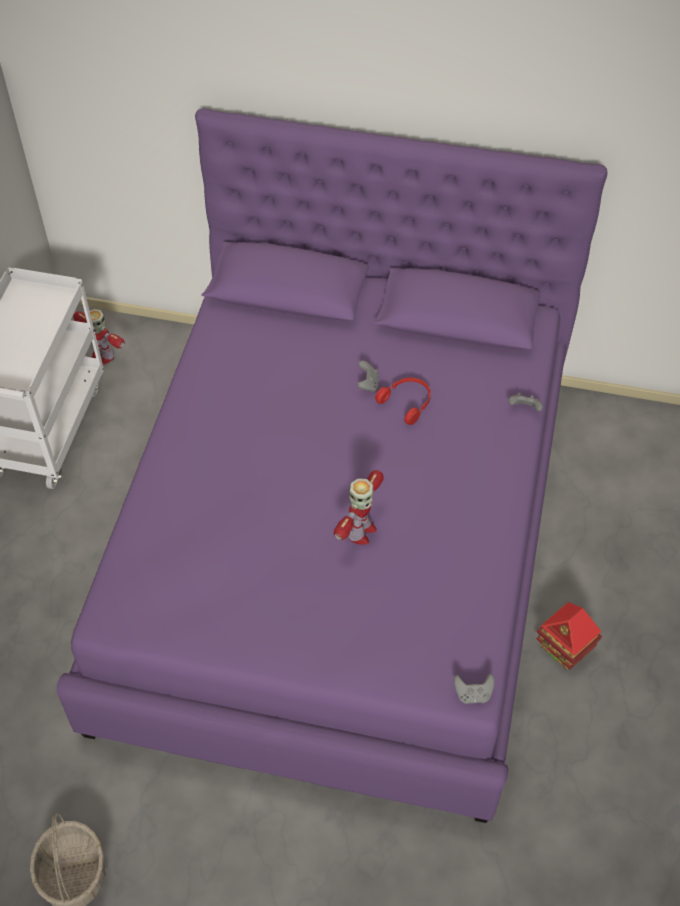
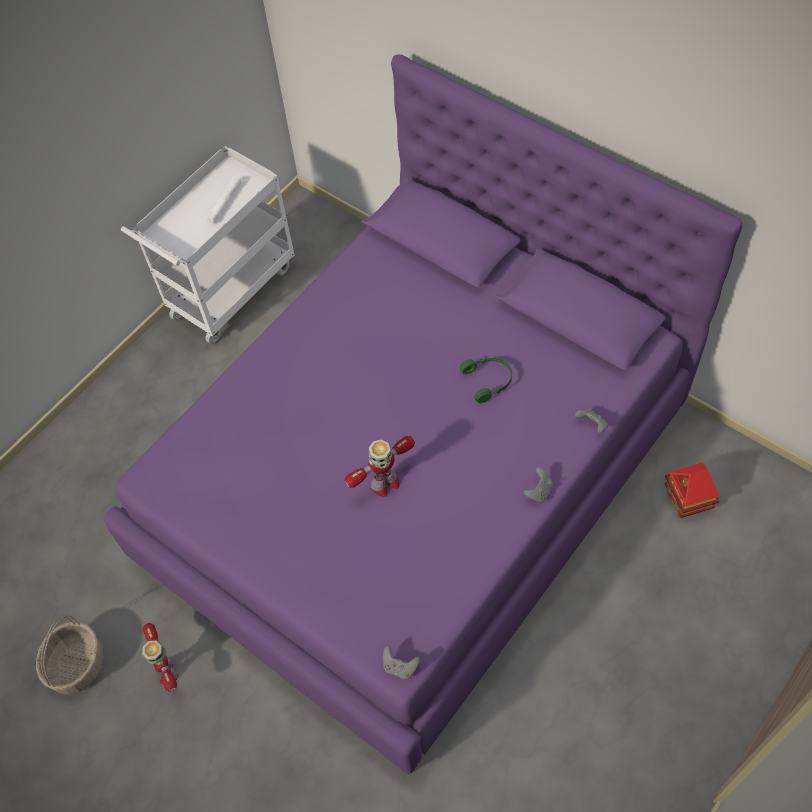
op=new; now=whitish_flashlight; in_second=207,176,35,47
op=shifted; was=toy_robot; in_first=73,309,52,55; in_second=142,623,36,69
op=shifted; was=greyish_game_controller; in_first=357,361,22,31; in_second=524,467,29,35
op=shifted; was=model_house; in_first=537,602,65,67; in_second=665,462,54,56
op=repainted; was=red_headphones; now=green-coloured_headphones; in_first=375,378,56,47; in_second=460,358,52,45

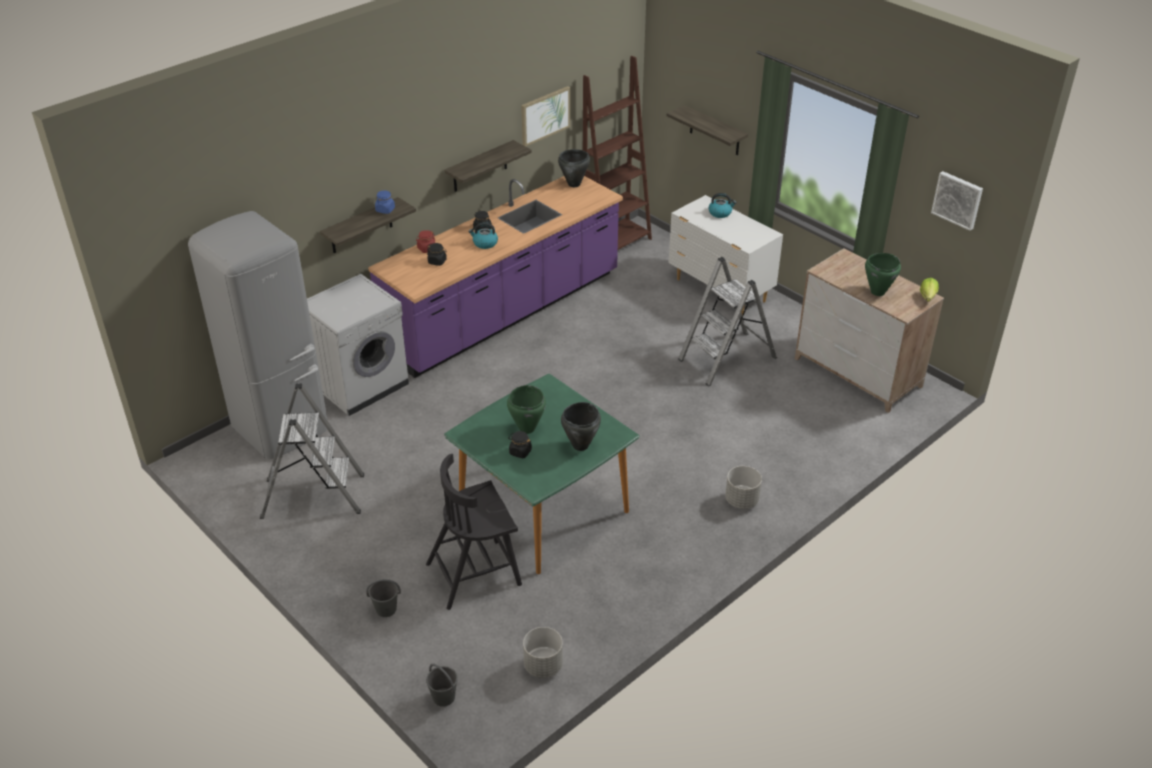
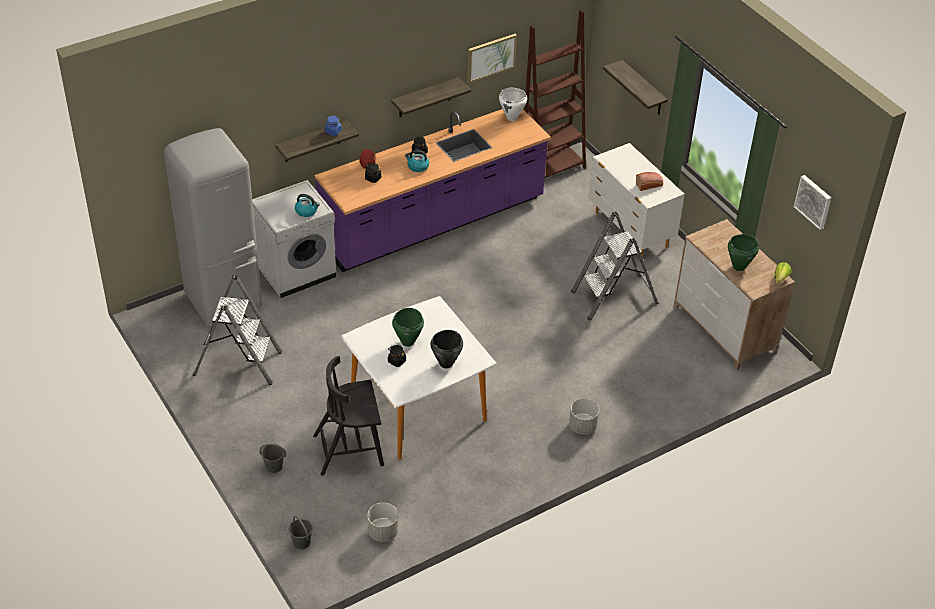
op=new; now=baked_bread; in_second=636,172,27,19
op=shifted; was=kettle; in_first=708,193,29,25; in_second=295,194,25,23
op=repainted; was=green-coloured_dinner_table; now=whitish_dinner_table; in_first=444,374,196,200; in_second=341,296,155,164
op=repainted; was=black_cooking_pot; now=whitish_cooking_pot; in_first=558,149,32,38; in_second=499,87,28,34

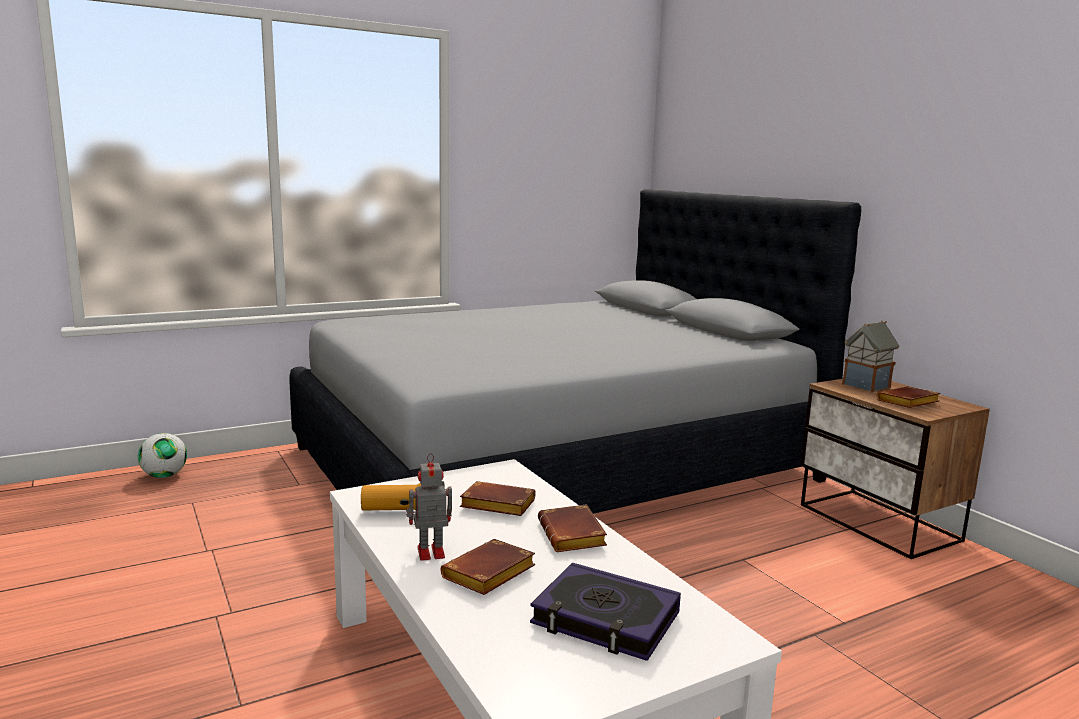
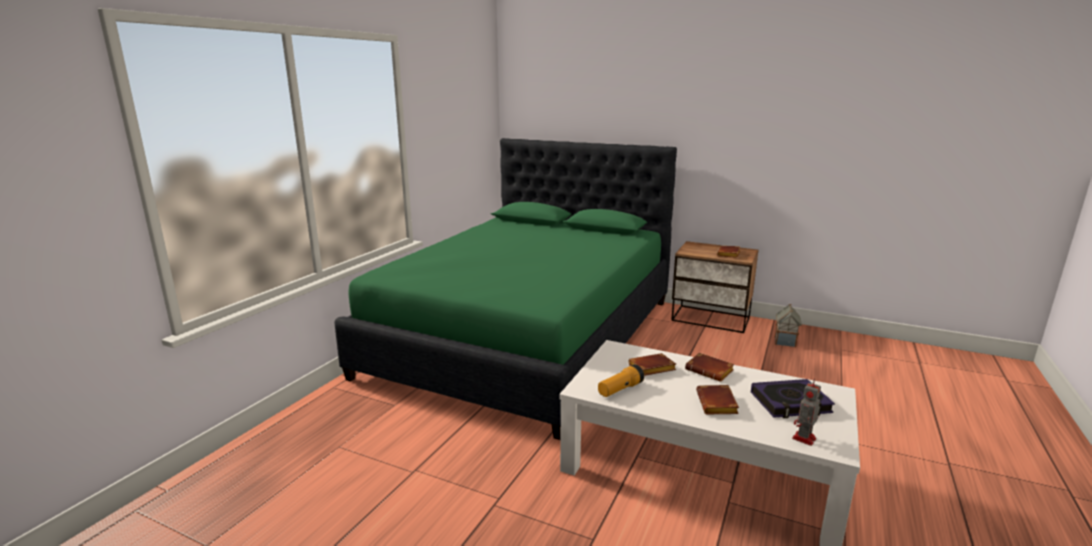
op=gone; was=football; in_first=138,433,49,45
op=shifted; was=toy_robot; in_first=406,453,46,108; in_second=792,378,29,68
op=shifted; was=model_house; in_first=842,321,57,71; in_second=775,304,27,43
op=repainted; was=greyish_sleeping_bed; now=green-coloured_sleeping_bed; in_first=289,189,572,325; in_second=334,138,343,302

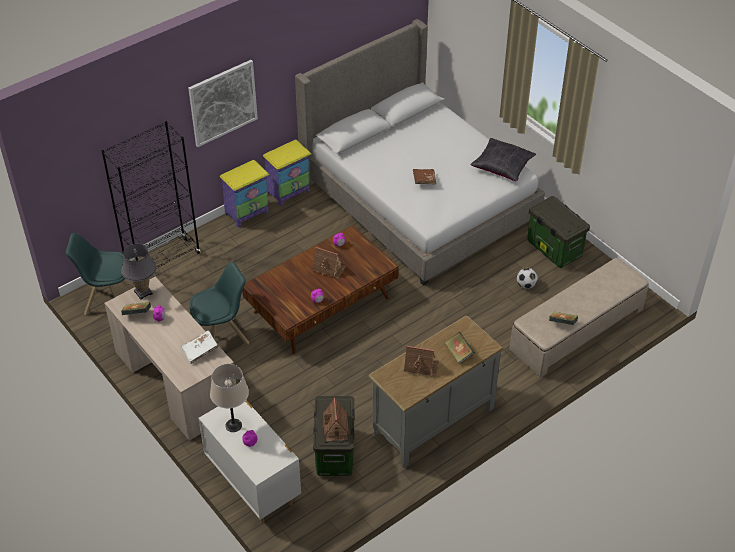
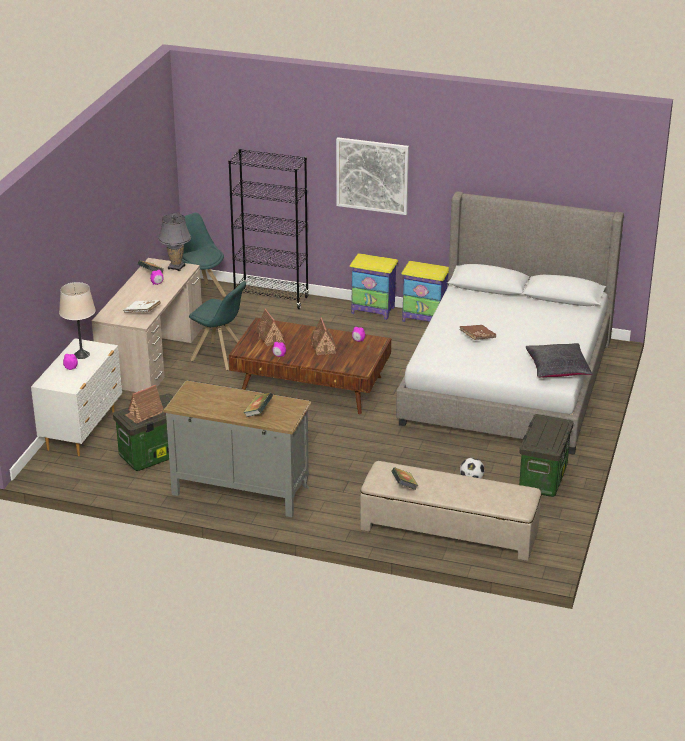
op=shifted; was=model_house; in_first=404,346,35,31; in_second=255,309,30,37

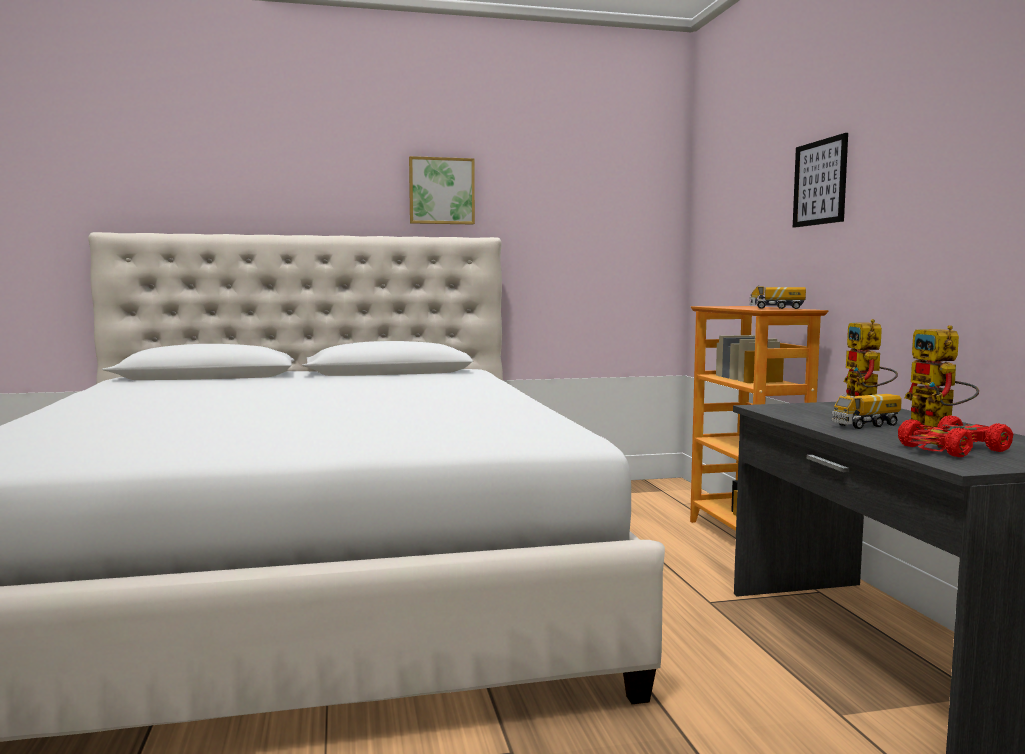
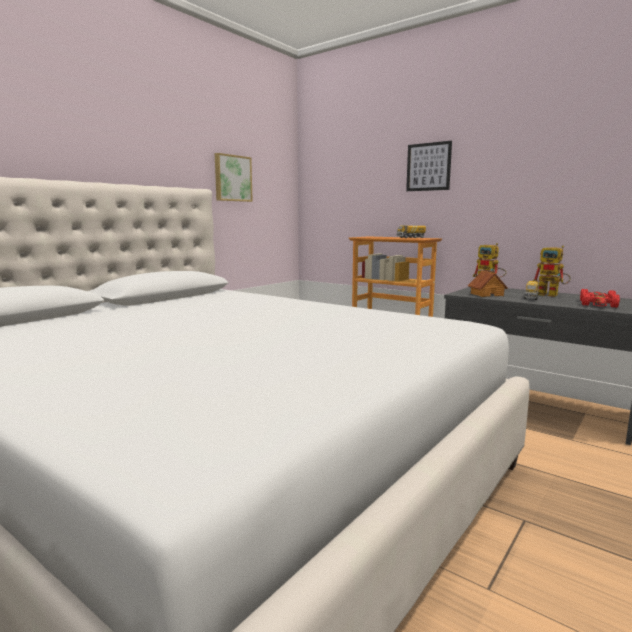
op=new; now=model_house; in_second=468,271,39,26
op=shifted; was=picture; in_first=409,156,66,68; in_second=215,153,38,49

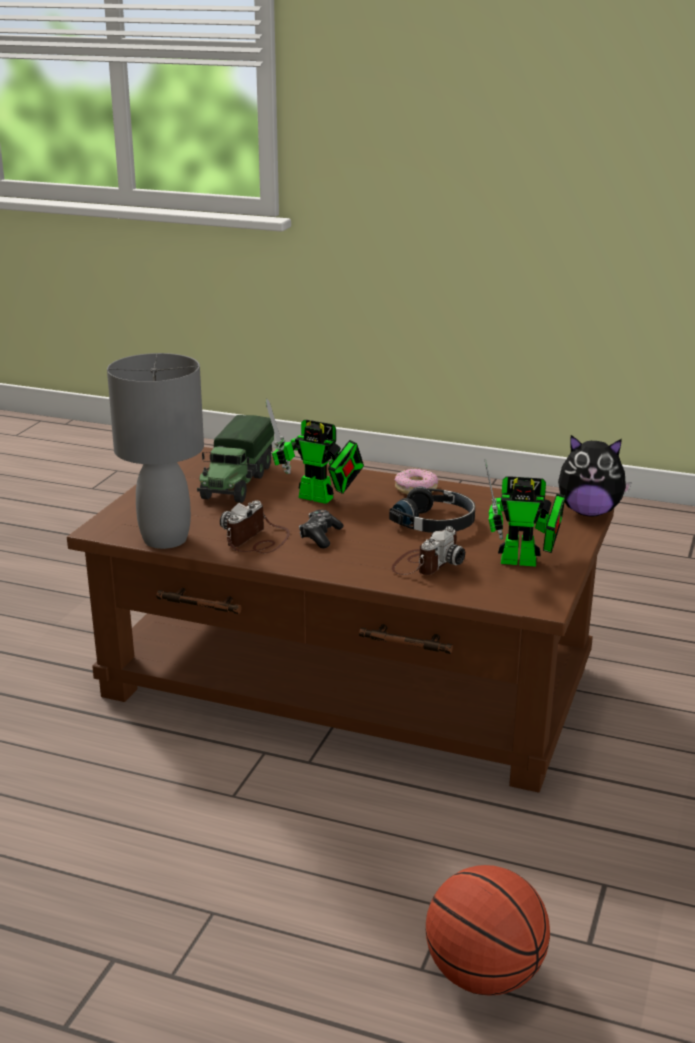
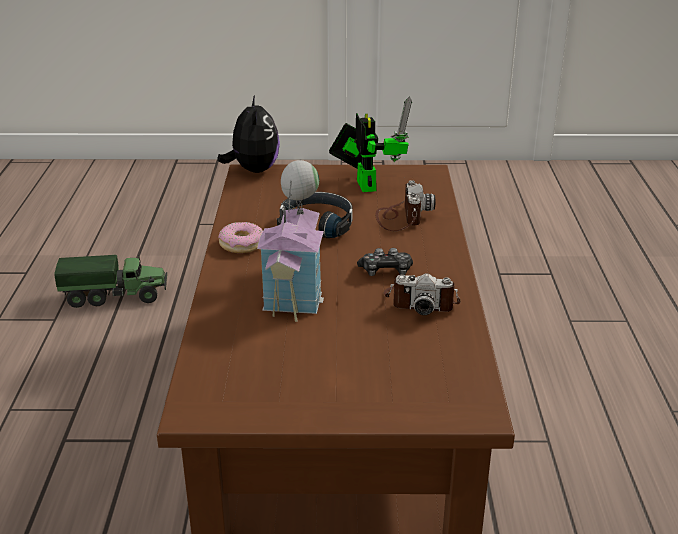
op=gone; was=greyish_table_lamp; in_first=107,353,97,196
op=gone; was=ball_for_basketball; in_first=426,865,124,131
op=shifted; was=toy_truck; in_first=197,415,77,88; in_second=54,255,113,53
op=swapped; was=toy_robot; now=model_house; in_first=266,399,98,105; in_second=257,160,67,162
op=rotated; was=photo_camera; in_first=392,526,73,49; in_second=375,180,60,51; clockwise=75

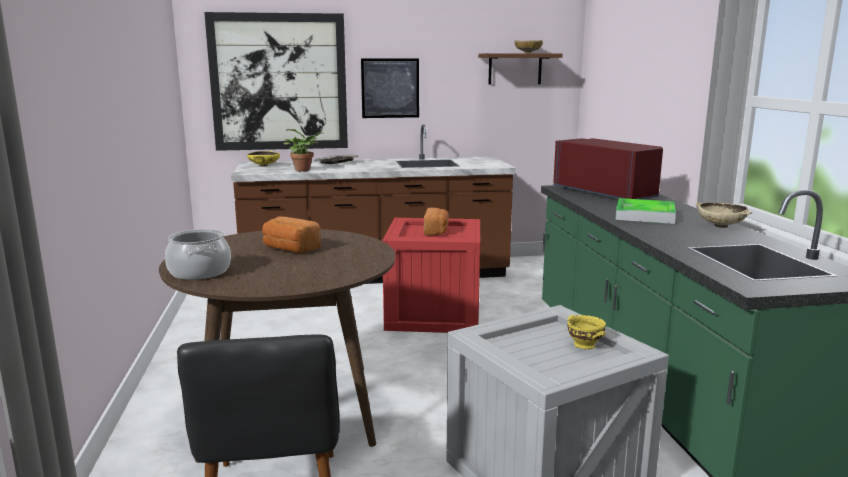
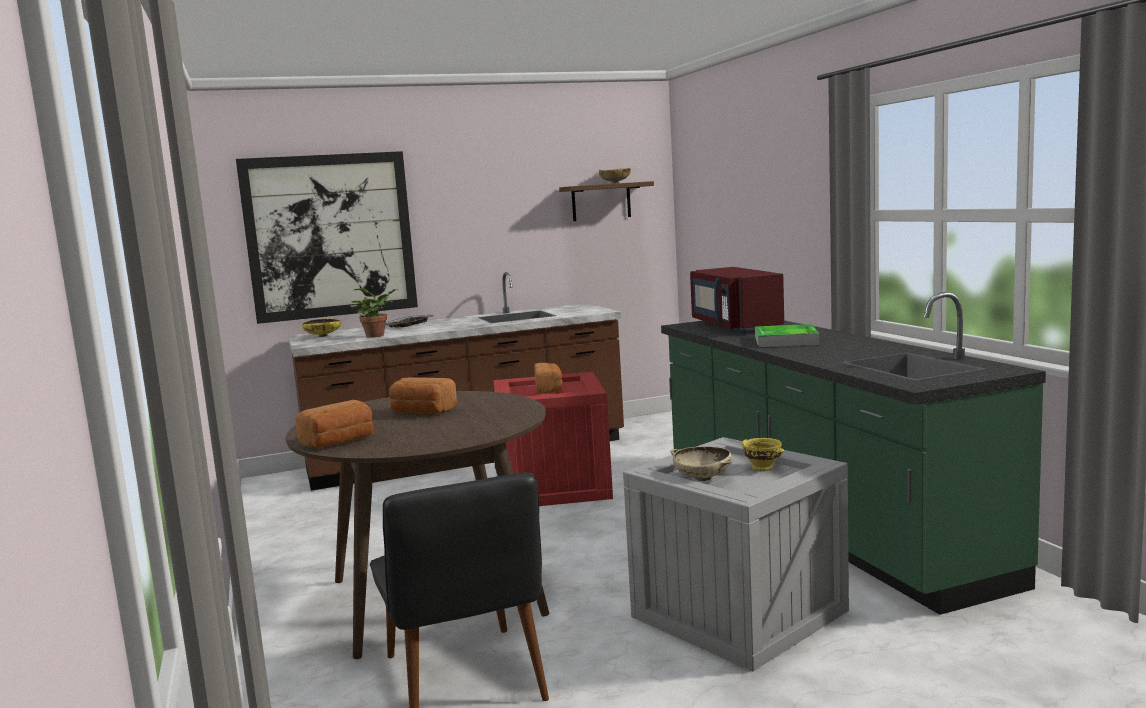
op=gone; was=picture; in_first=361,58,58,60
op=shifted; was=beige-coloured_deep_dish; in_first=695,202,57,26; in_second=670,446,64,35
op=swapped; was=cooking_pot; now=baked_bread; in_first=165,229,66,51; in_second=296,400,77,48
op=rotated; was=red_microwave_oven; in_first=553,138,110,61; in_second=690,267,94,66; clockwise=-150

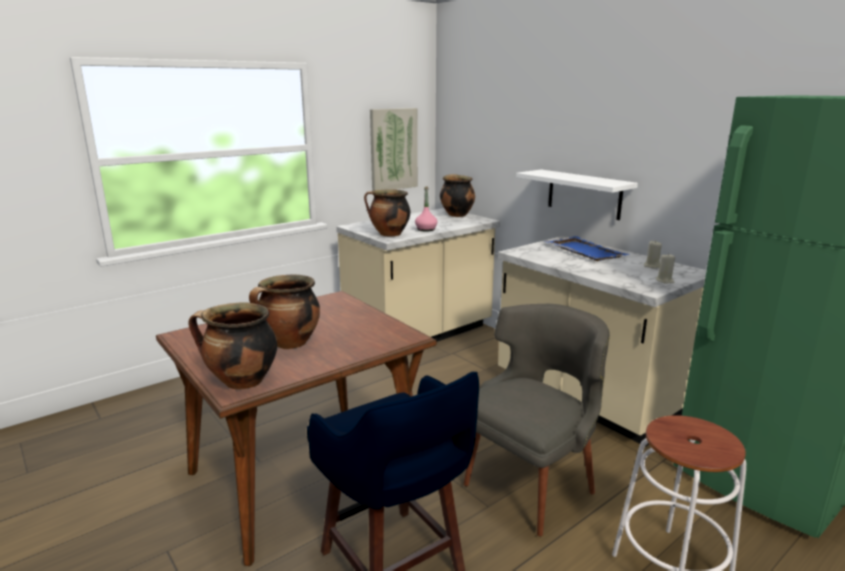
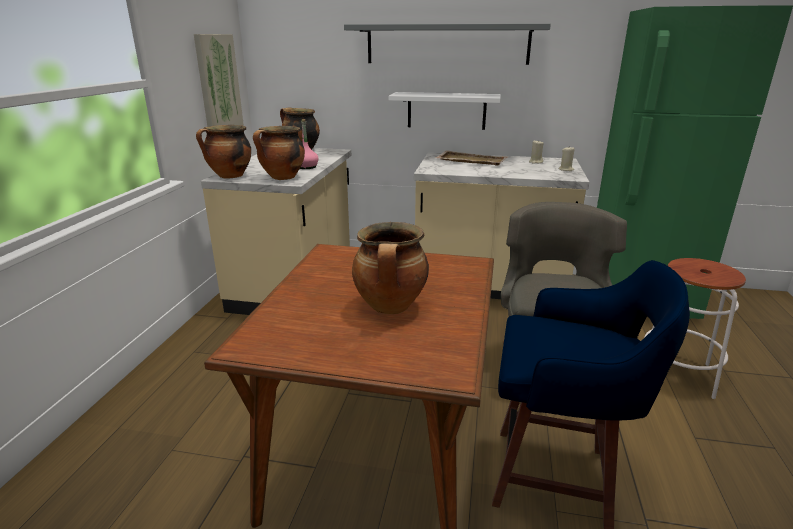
op=new; now=greyish_wall_shelf; in_second=344,23,207,42
op=shifted; was=cooking_pot; in_first=188,302,89,88; in_second=196,125,55,54
op=repainted; was=blue-coloured_carrying_tray; now=beige-coloured_carrying_tray; in_first=545,236,85,25; in_second=435,150,73,16

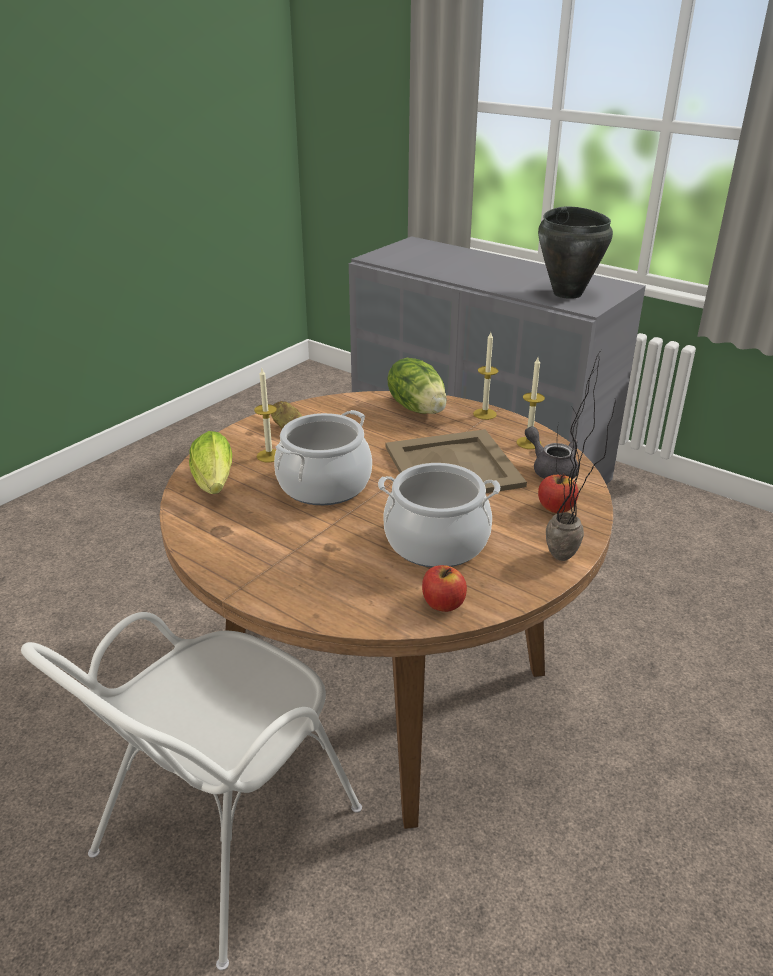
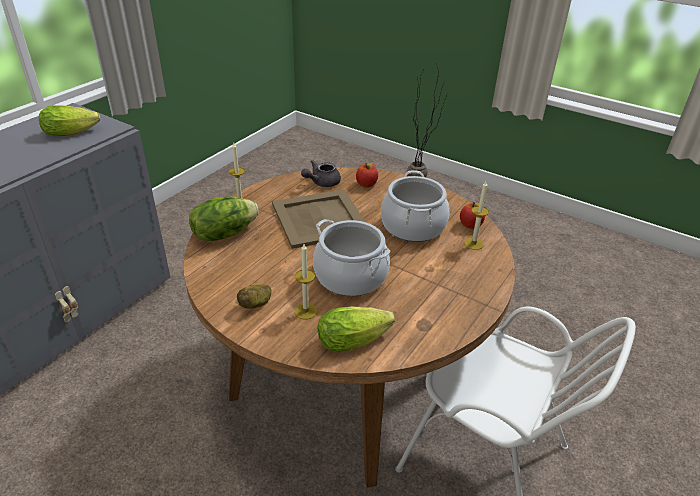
op=shifted; was=candle; in_first=517,357,28,92; in_second=464,181,25,69
op=swapped; was=black_cooking_pot; now=head_of_lettuce; in_first=538,207,75,92; in_second=39,105,61,31

